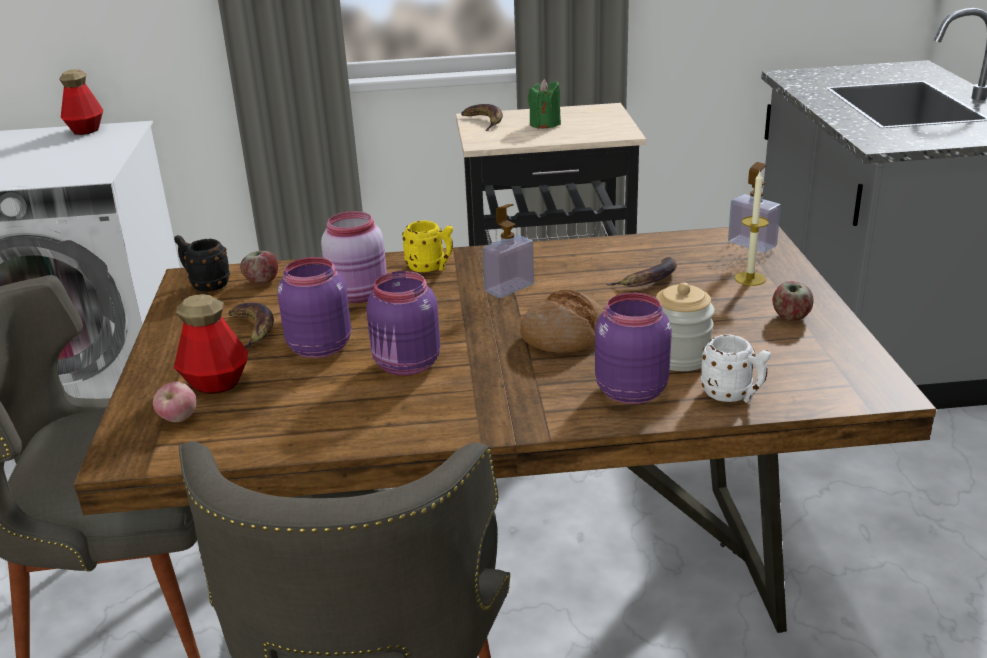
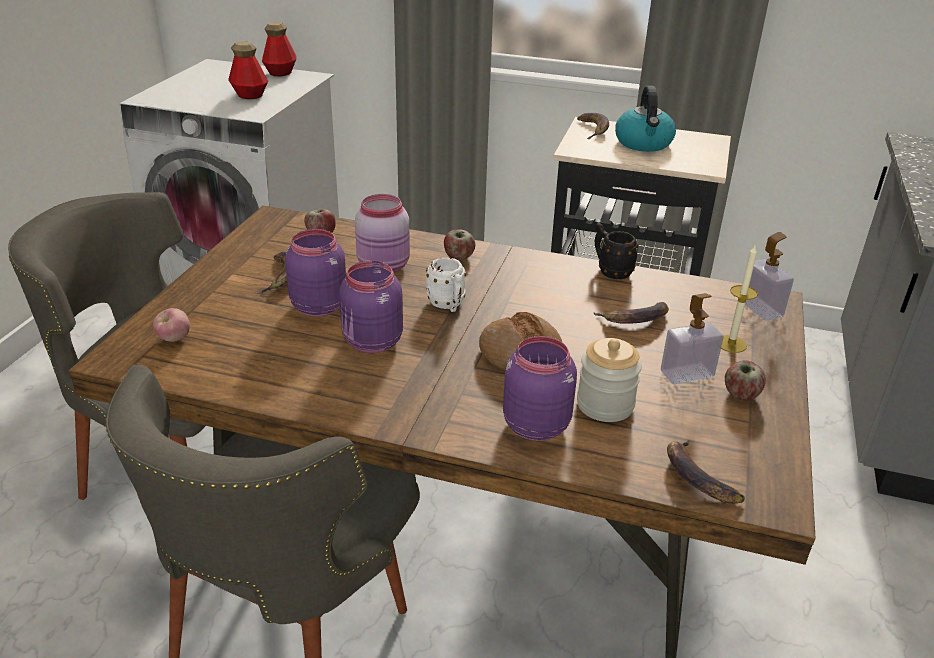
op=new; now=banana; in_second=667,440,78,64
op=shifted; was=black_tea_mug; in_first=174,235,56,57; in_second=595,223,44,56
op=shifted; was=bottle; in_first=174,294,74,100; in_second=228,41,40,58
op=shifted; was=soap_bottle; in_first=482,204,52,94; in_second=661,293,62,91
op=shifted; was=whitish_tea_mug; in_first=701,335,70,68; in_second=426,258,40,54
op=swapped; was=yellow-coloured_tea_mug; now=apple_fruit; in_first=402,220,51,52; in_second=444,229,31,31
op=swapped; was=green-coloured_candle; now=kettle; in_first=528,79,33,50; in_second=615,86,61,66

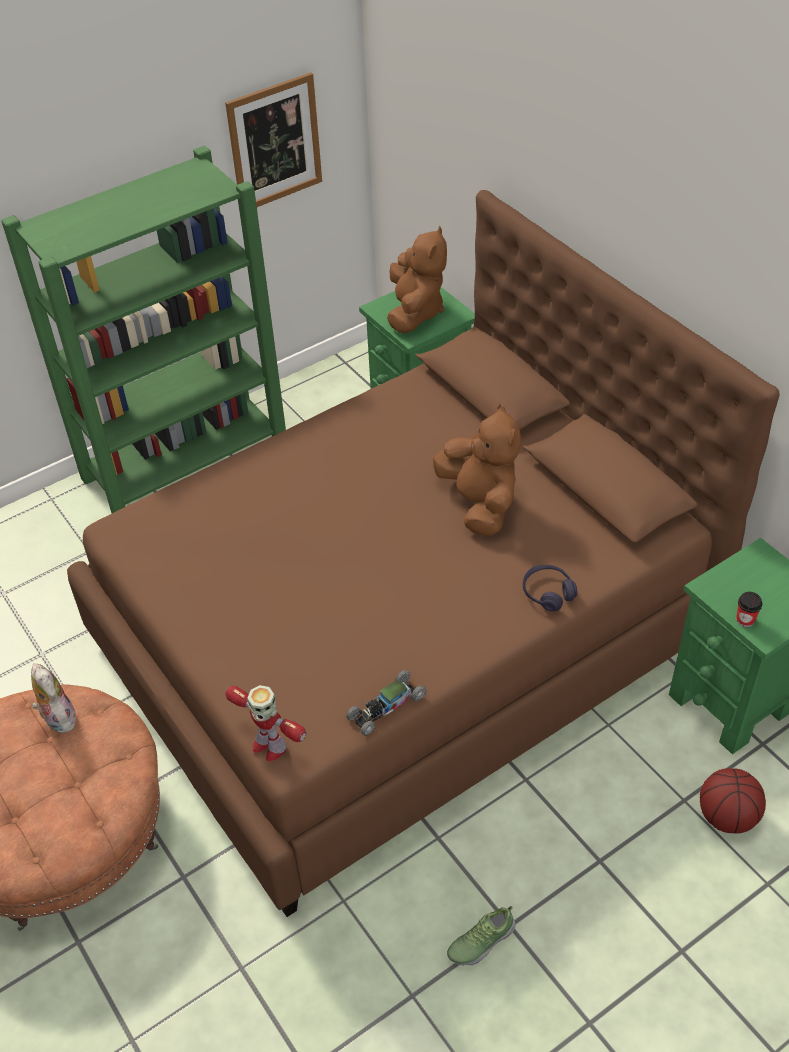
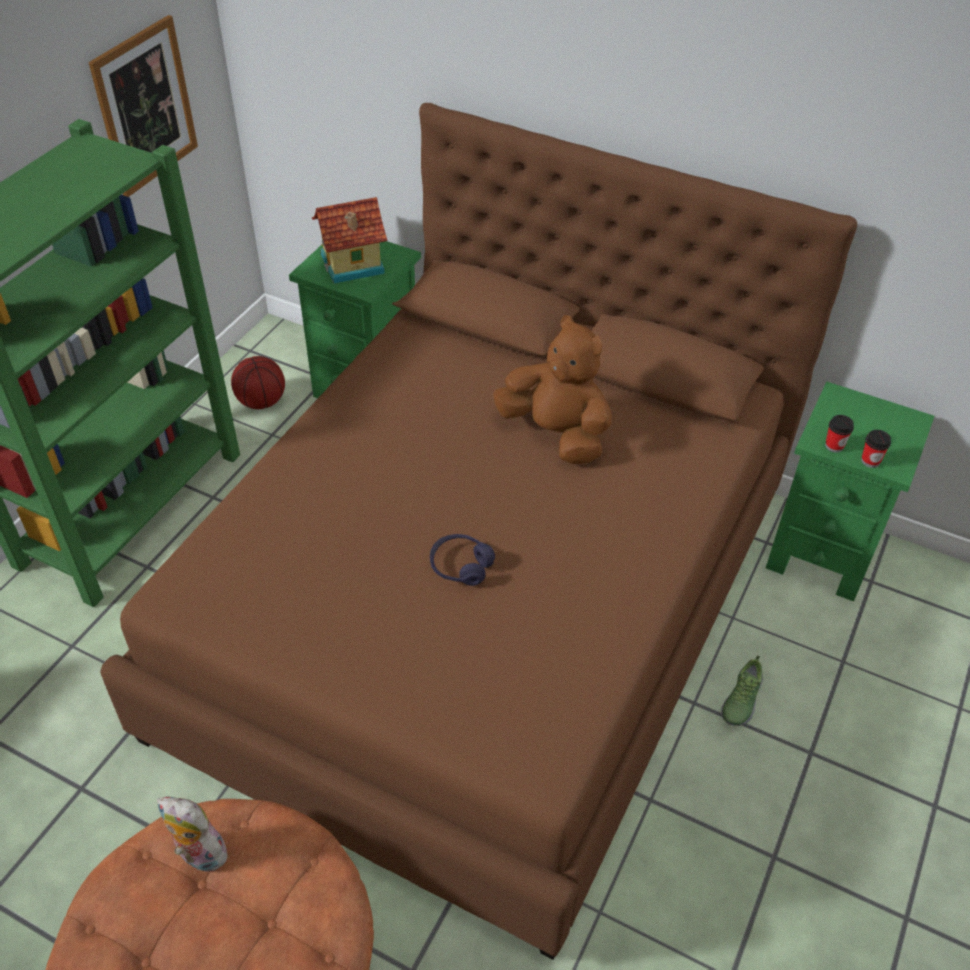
op=gone; was=toy_robot; in_first=225,685,81,76
op=gone; was=toy_car; in_first=346,670,81,66
op=new; now=cup; in_second=825,415,29,38
op=shifted; was=shoe; in_first=447,906,69,60; in_second=721,655,42,71
op=shifted; was=purple_headphones; in_first=523,565,54,47; in_second=430,534,65,52
op=shifted; was=ball_for_basketball; in_first=700,768,66,65; in_second=231,356,54,53
op=swapped; was=brownish_soft_toy; now=model_house; in_first=387,226,60,107; in_second=312,197,75,87

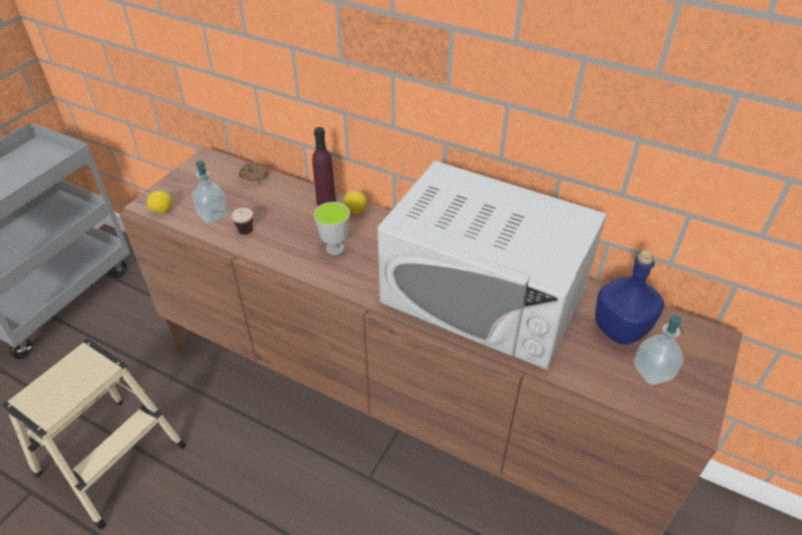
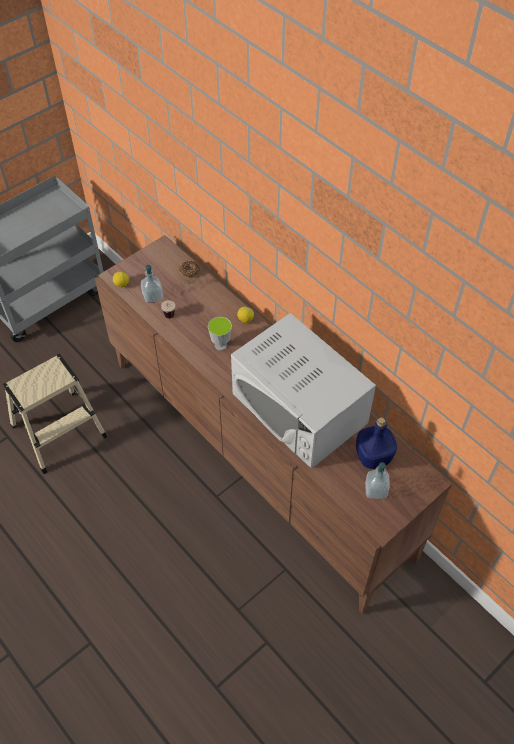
op=gone; was=purple_bottle; in_first=312,127,24,79

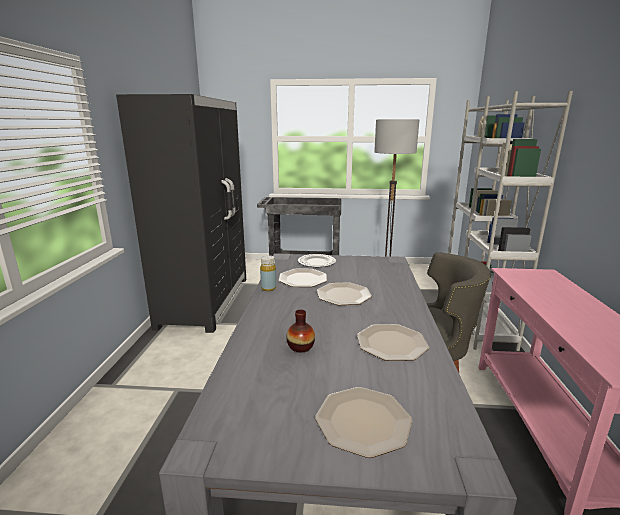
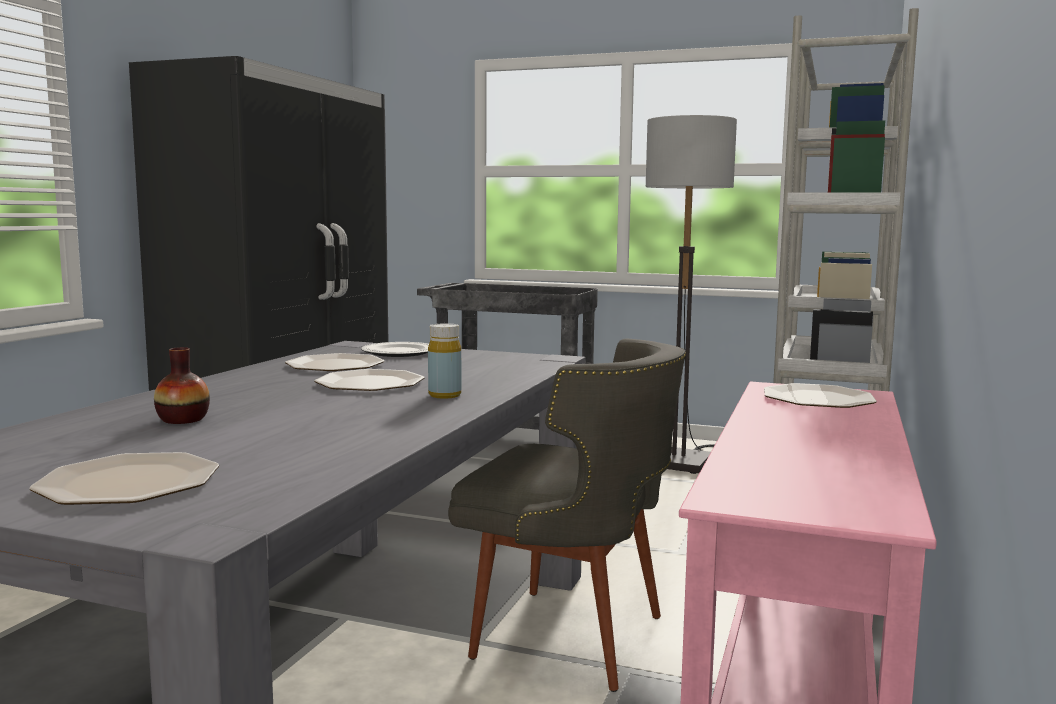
op=shifted; was=yellow-coloured_bottle; in_first=260,255,16,36; in_second=428,323,33,76
op=shifted; was=flat_dish; in_first=357,324,72,37; in_second=764,383,113,25

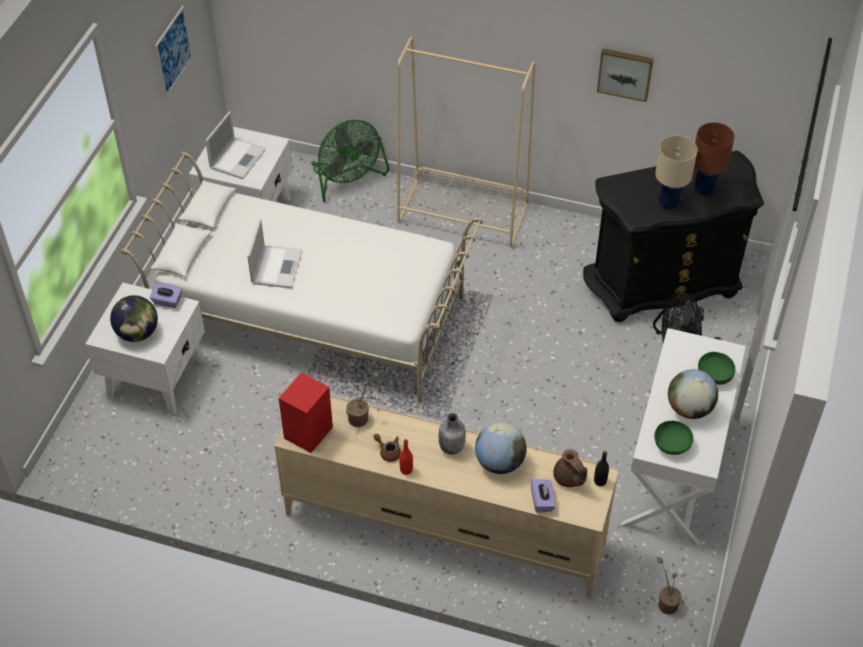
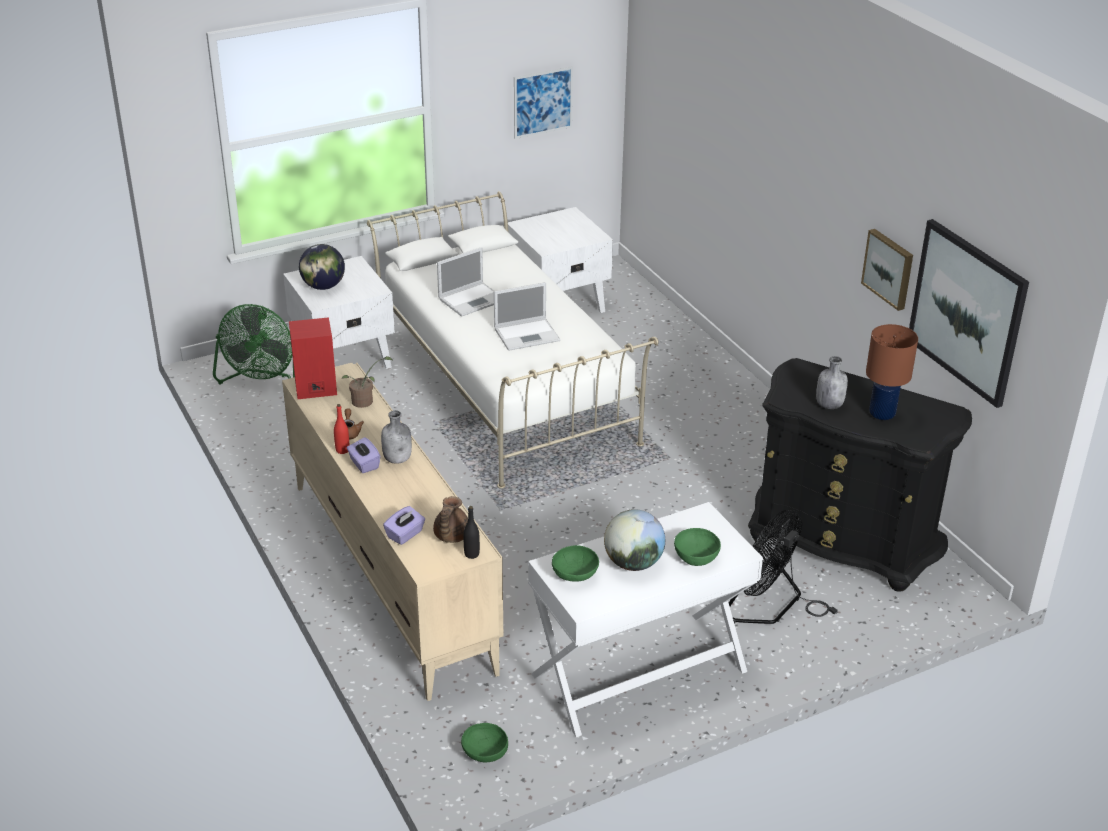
op=gone; was=beige-coloured_garment_rack; in_first=397,37,139,210
op=gone; was=world_globe; in_first=475,422,52,52
op=new; now=picture; in_second=909,219,120,189
op=shifted; was=purple_tissue_holder; in_first=150,283,32,25; in_second=347,437,34,36
op=shifted; was=laptop; in_first=205,111,61,68; in_second=494,282,66,69
op=shifted; was=green-coloured_electric_fan; in_first=311,120,78,82; in_second=213,304,82,81
op=swapped; was=beige-coloured_table_lamp; now=greyish_bottle; in_first=655,136,42,73; in_second=816,356,32,53
op=swapped; was=plant_in_a_pot; now=green-coloured_deep_dish; in_first=657,557,28,57; in_second=461,723,47,39

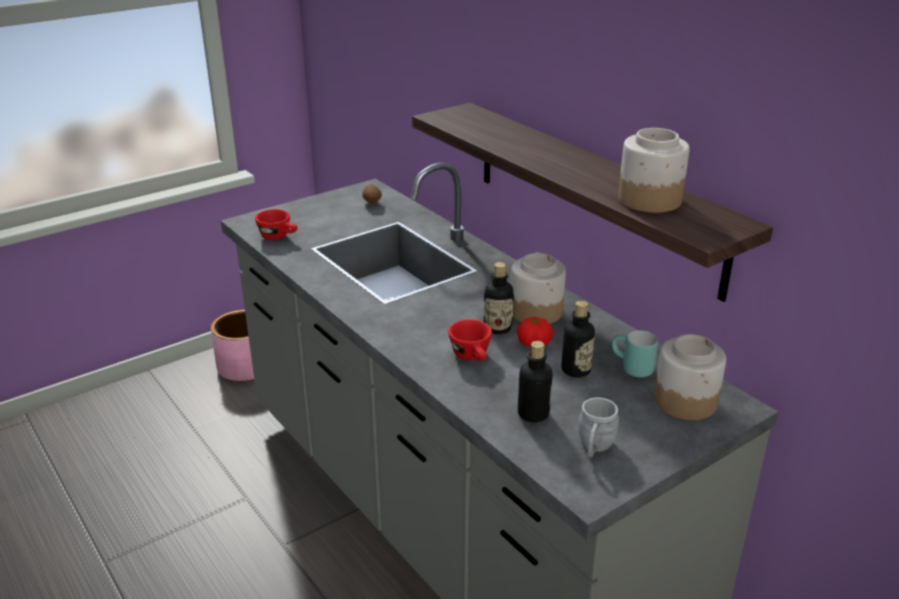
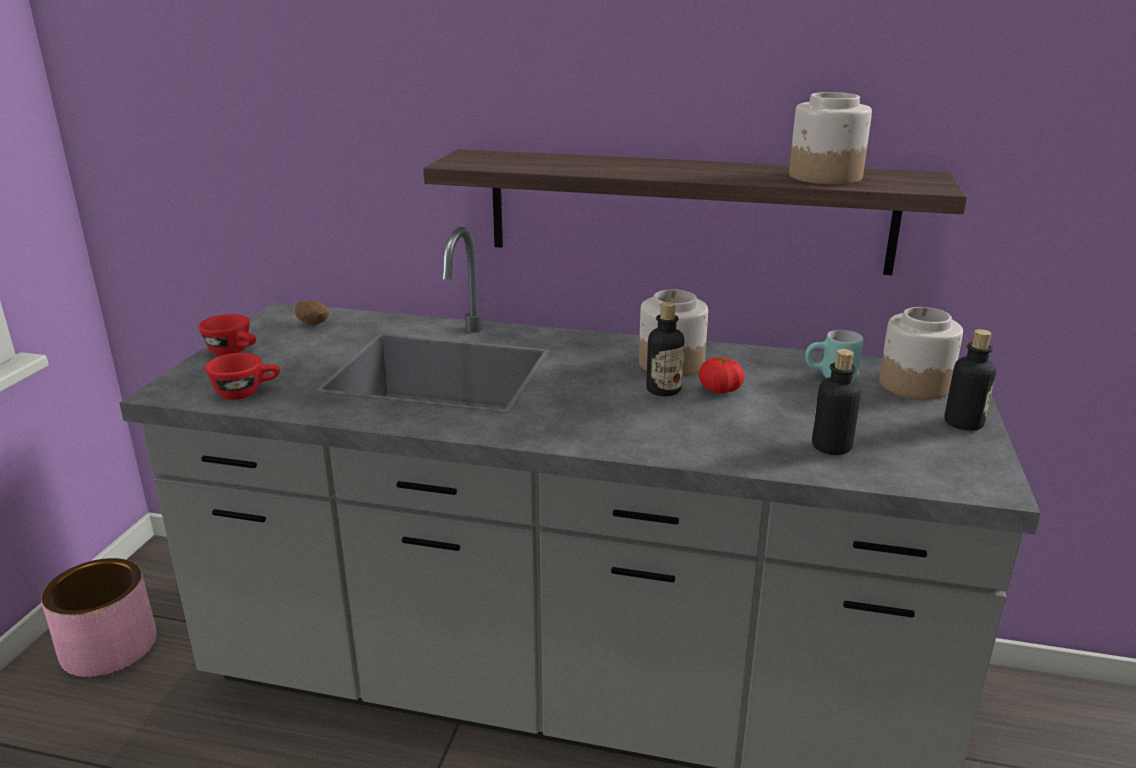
op=gone; was=greyish_tea_mug; in_first=578,397,41,61
op=shifted; was=red_cup; in_first=448,320,44,41; in_second=199,314,57,41
op=shifted; was=bottle; in_first=561,301,34,77; in_second=944,329,52,102

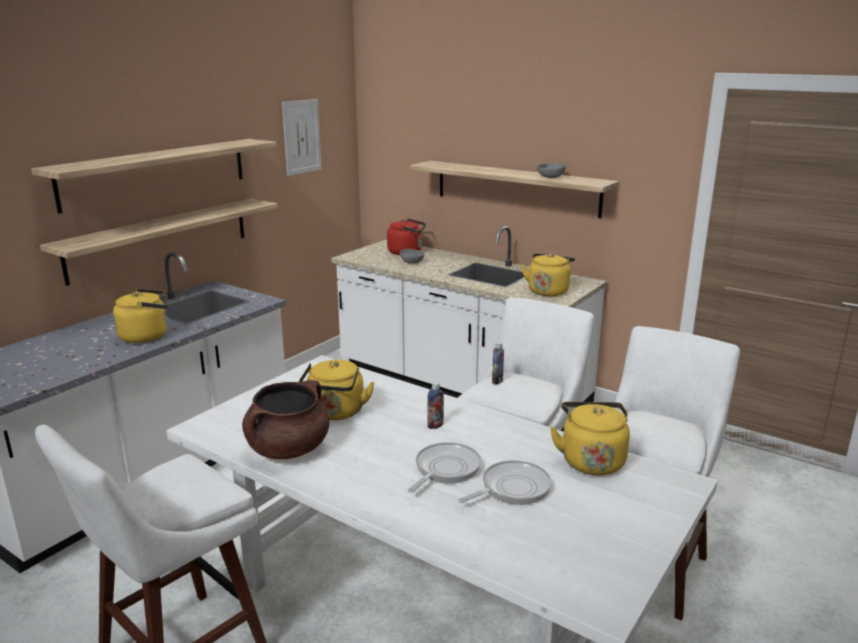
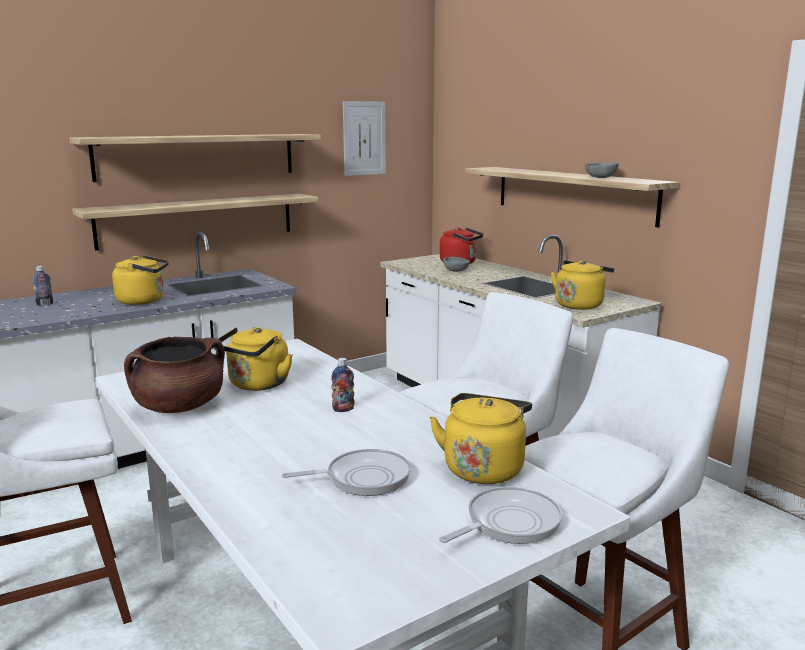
op=shifted; was=frying_pan; in_first=408,442,73,51; in_second=439,487,123,57
op=shifted; was=bottle; in_first=492,342,12,42; in_second=32,266,21,40

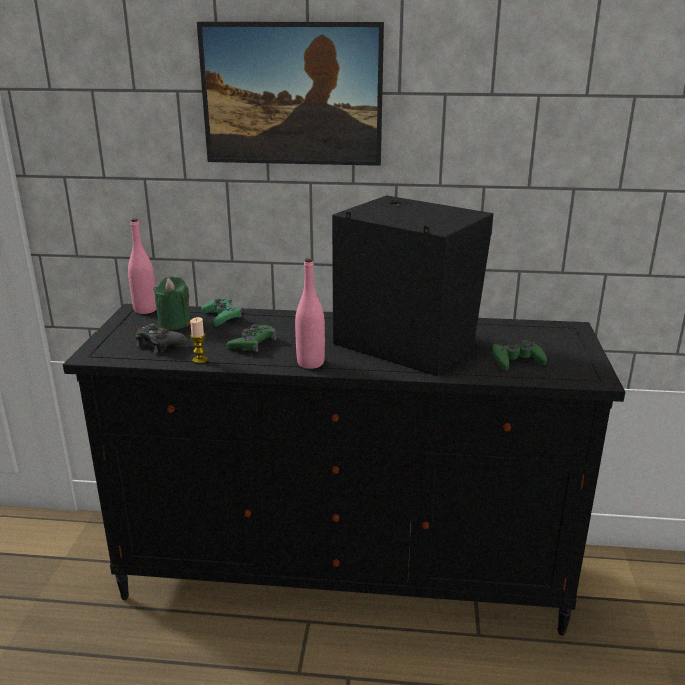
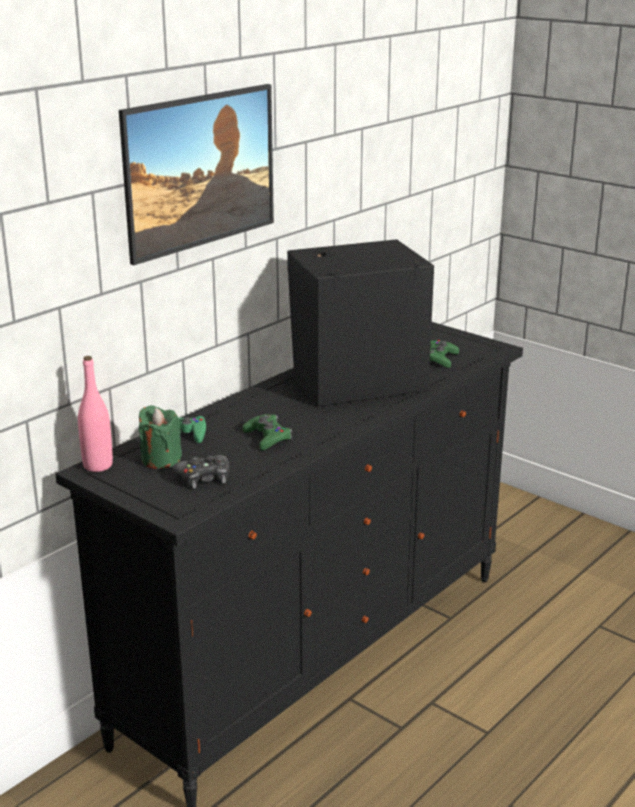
op=gone; was=candle; in_first=190,317,18,47
op=gone; was=pink-coloured_bottle; in_first=295,258,30,111

